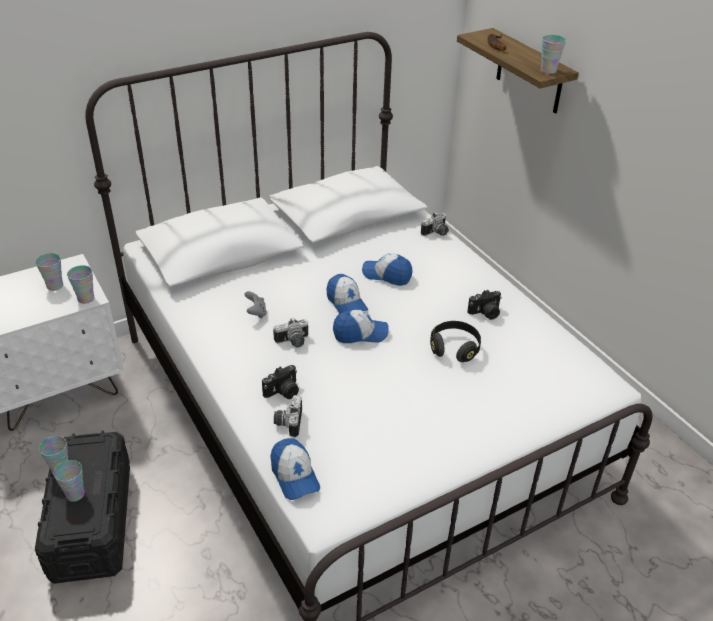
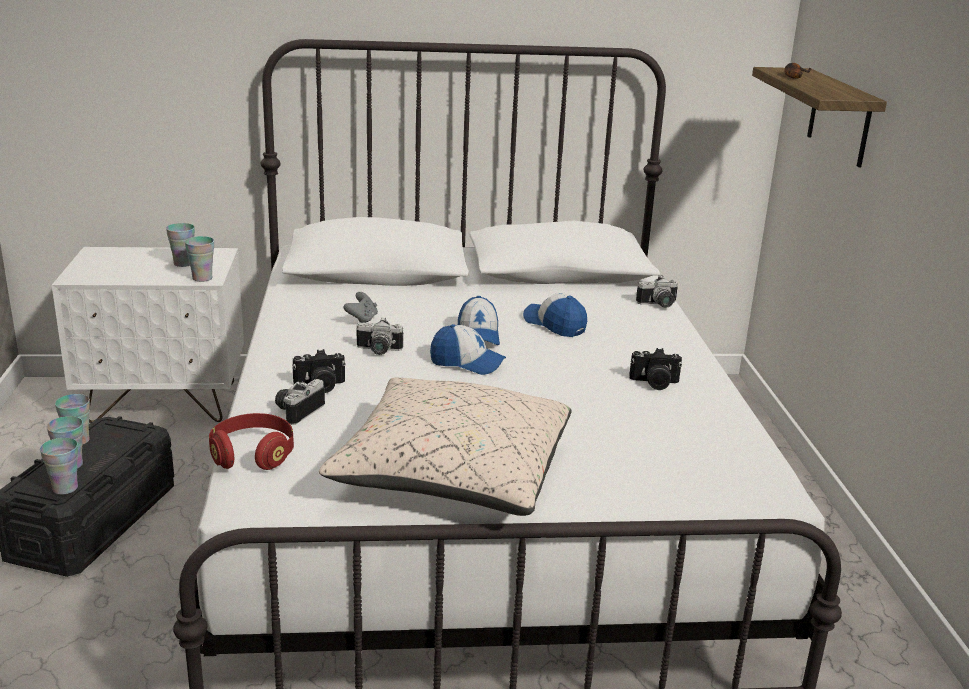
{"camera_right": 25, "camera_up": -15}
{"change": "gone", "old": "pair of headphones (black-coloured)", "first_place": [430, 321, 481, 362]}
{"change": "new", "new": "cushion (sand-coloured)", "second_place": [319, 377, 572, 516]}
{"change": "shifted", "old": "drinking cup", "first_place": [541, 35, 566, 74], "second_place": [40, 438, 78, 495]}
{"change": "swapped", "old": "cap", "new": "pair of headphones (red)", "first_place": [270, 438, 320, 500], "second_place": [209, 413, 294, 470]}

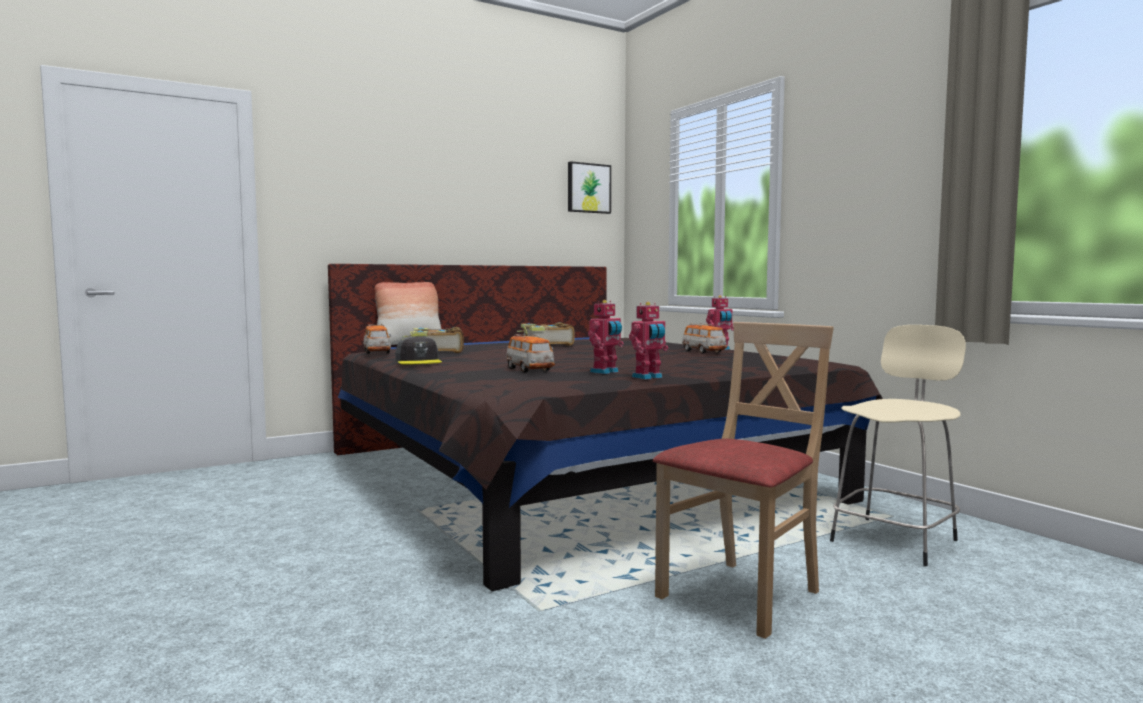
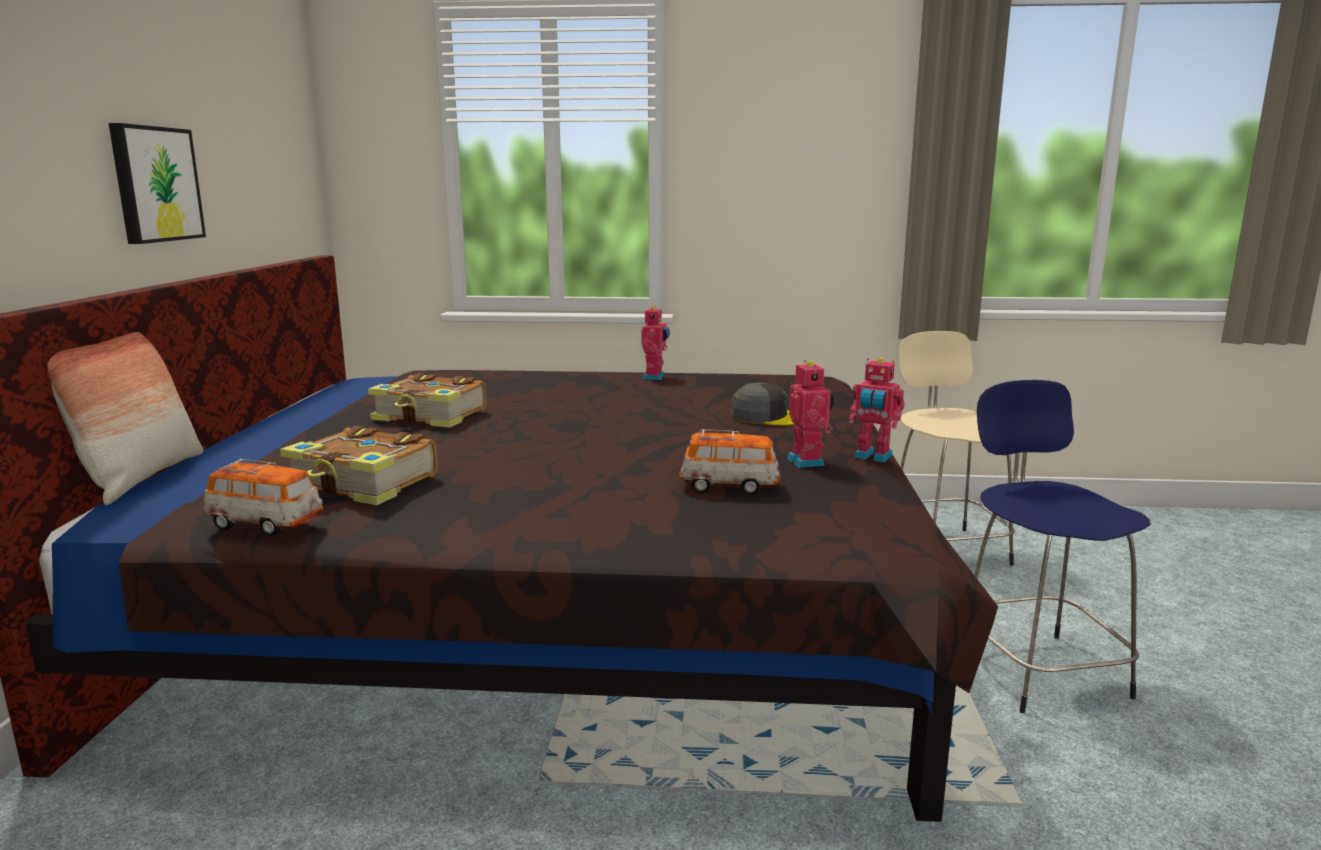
{"camera_right": -55, "camera_up": 10}
{"change": "gone", "old": "miniature car", "first_place": [682, 323, 727, 354]}
{"change": "shifted", "old": "cap (gray)", "first_place": [395, 336, 442, 364], "second_place": [731, 382, 794, 426]}
{"change": "shifted", "old": "picture", "first_place": [568, 161, 611, 214], "second_place": [109, 123, 206, 244]}
{"change": "swapped", "old": "upright chair (sand-coloured)", "new": "stool seat (bluish)", "first_place": [653, 322, 834, 639], "second_place": [974, 380, 1151, 713]}
{"change": "rotated", "old": "model robot", "first_place": [629, 302, 668, 379], "second_place": [849, 358, 905, 462], "degrees": 120}

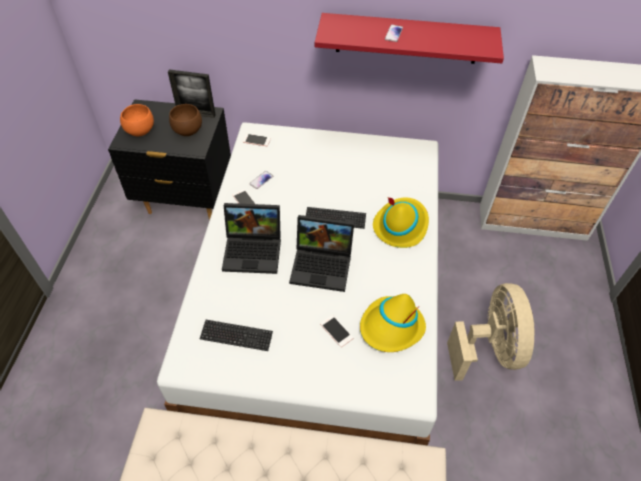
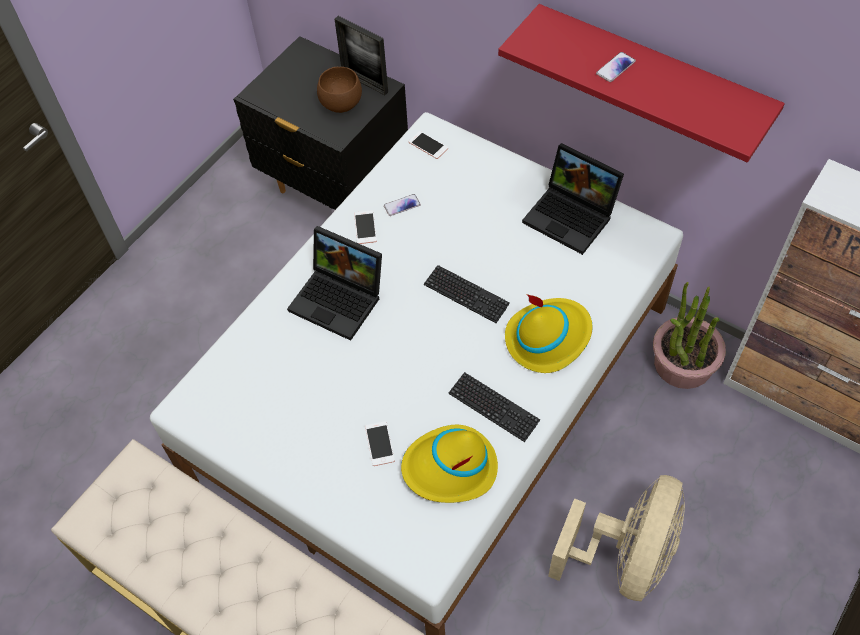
{"camera_right": 30, "camera_up": 5}
{"change": "gone", "old": "serving bowl (orange)", "first_place": [120, 104, 154, 136]}
{"change": "new", "new": "plant in a pot", "second_place": [653, 282, 726, 389]}
{"change": "shifted", "old": "keyboard", "first_place": [200, 320, 273, 351], "second_place": [448, 372, 540, 442]}
{"change": "shifted", "old": "notebook computer", "first_place": [289, 215, 354, 292], "second_place": [522, 143, 624, 255]}

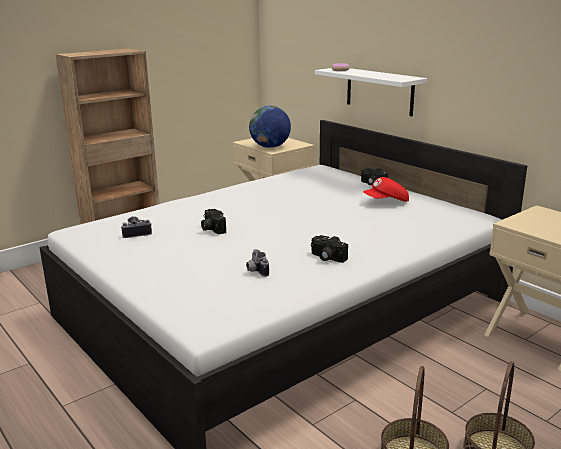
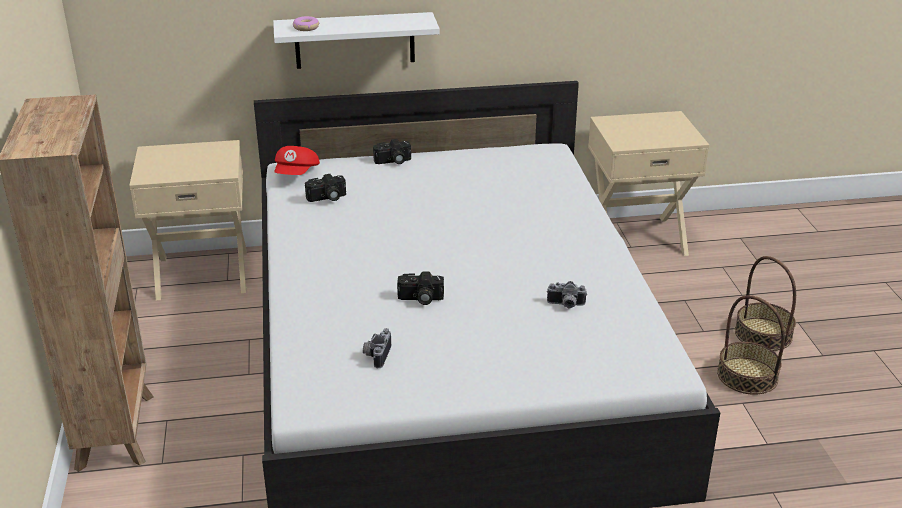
{"camera_right": -60, "camera_up": 10}
{"change": "gone", "old": "world globe", "first_place": [249, 106, 291, 148]}
{"change": "shifted", "old": "still camera", "first_place": [311, 235, 348, 263], "second_place": [305, 174, 346, 202]}
{"change": "shifted", "old": "cap (red)", "first_place": [363, 177, 409, 202], "second_place": [274, 146, 320, 175]}

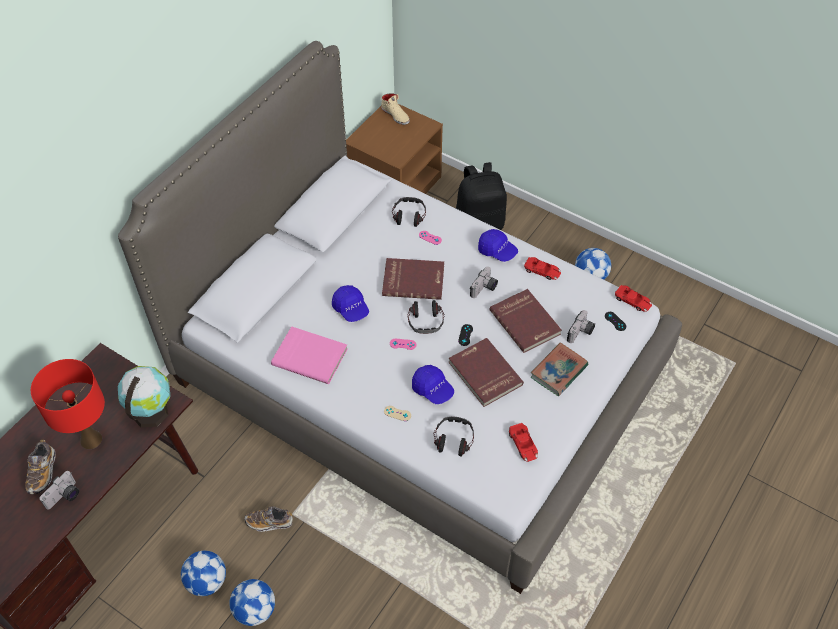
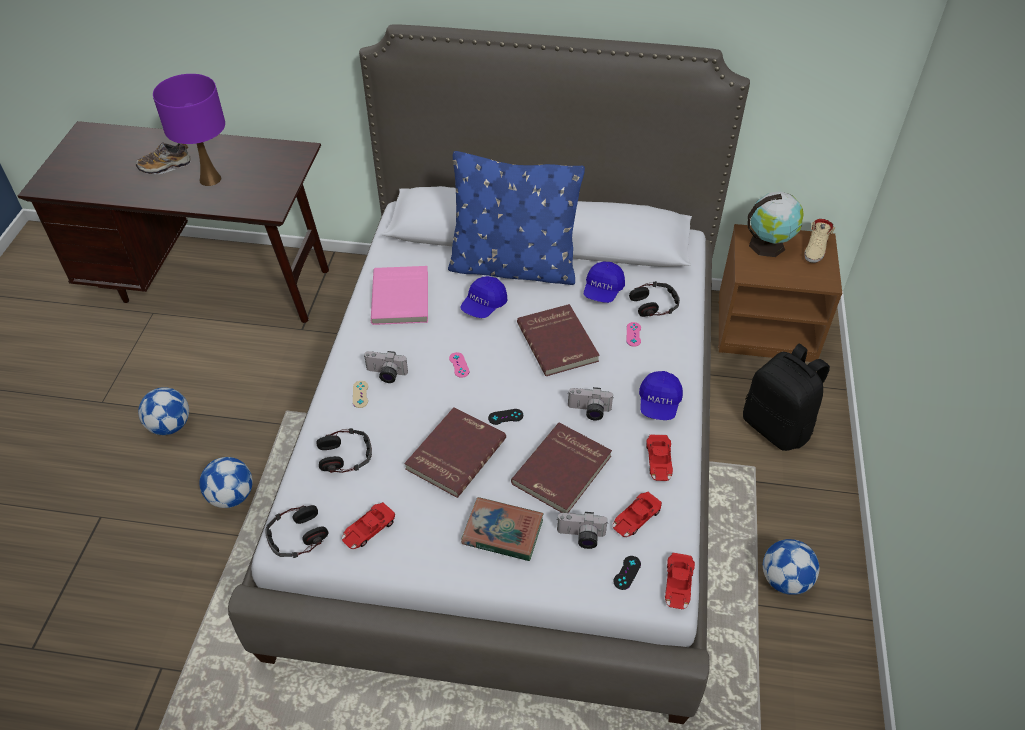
{"camera_right": 65, "camera_up": -5}
{"change": "gone", "old": "shoe", "first_place": [244, 506, 293, 532]}
{"change": "new", "new": "cushion (bluish)", "second_place": [448, 151, 585, 285]}
{"change": "new", "new": "miniature car (red)", "second_place": [613, 492, 662, 537]}
{"change": "shifted", "old": "still camera", "first_place": [39, 471, 79, 509], "second_place": [363, 351, 408, 383]}
{"change": "shifted", "old": "world globe", "first_place": [118, 366, 171, 428], "second_place": [747, 191, 804, 257]}
{"change": "shifted", "old": "ball for football", "first_place": [181, 551, 226, 596], "second_place": [199, 457, 253, 508]}
{"change": "shifted", "old": "pair of headphones", "first_place": [407, 300, 445, 334], "second_place": [265, 505, 328, 558]}
{"change": "shifted", "old": "cap (bluish)", "first_place": [412, 365, 454, 404], "second_place": [584, 261, 625, 303]}
{"change": "repainted", "old": "lamp for a table (red)", "new": "lamp for a table (purple)", "first_place": [31, 359, 105, 449], "second_place": [153, 74, 225, 186]}

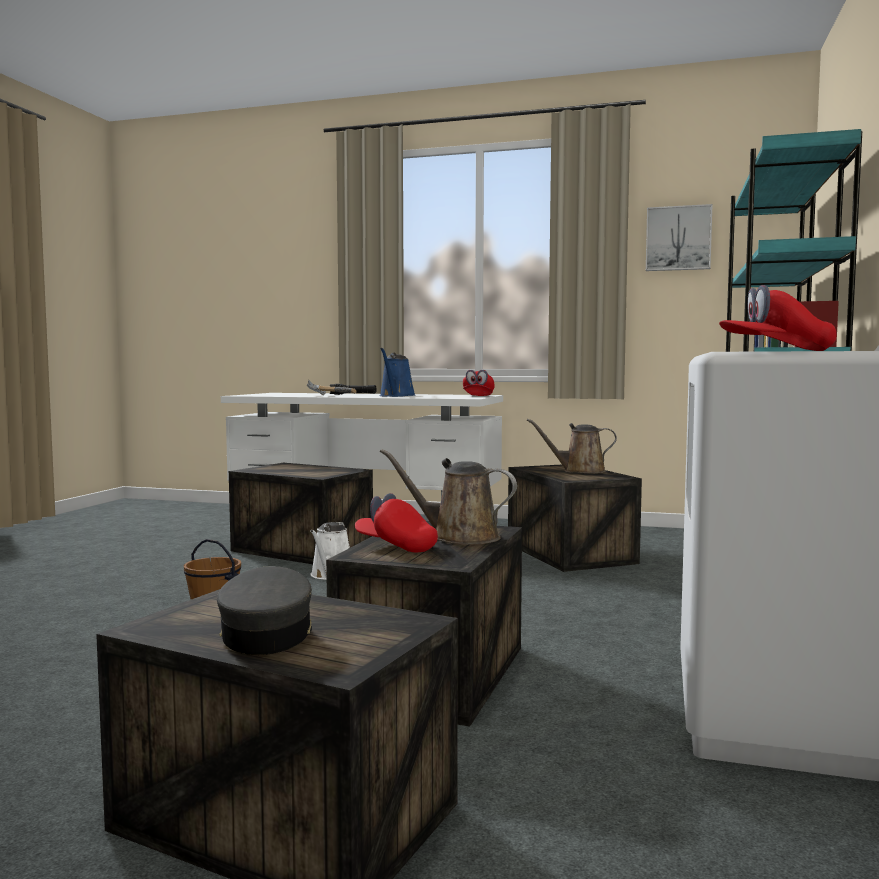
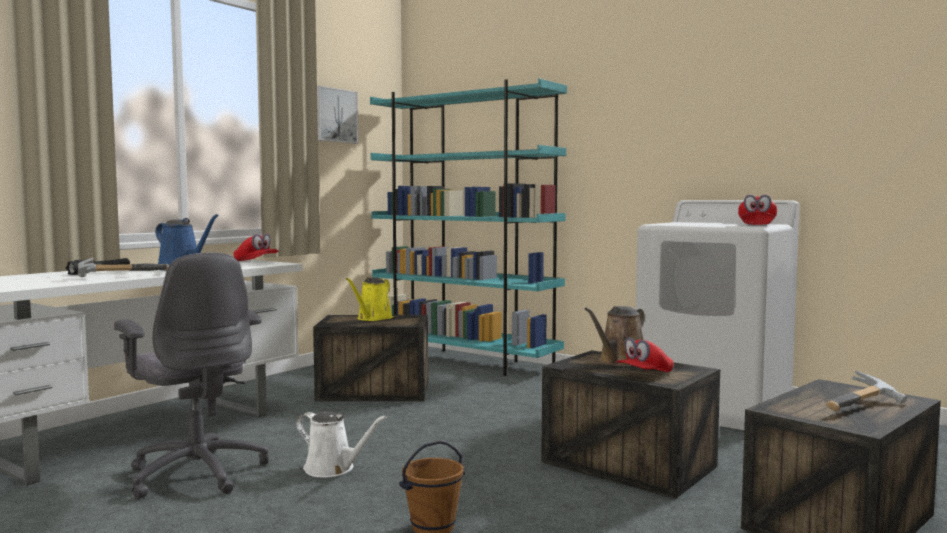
{"camera_right": -70, "camera_up": 0}
{"change": "swapped", "old": "cap (gray)", "new": "hammer", "first_place": [217, 566, 312, 655], "second_place": [826, 371, 907, 411]}
{"change": "swapped", "old": "shipping crate", "new": "computer chair (gray)", "first_place": [229, 463, 373, 564], "second_place": [114, 252, 269, 499]}
{"change": "repainted", "old": "watering pot (brown)", "new": "watering pot (yellow-coloured)", "first_place": [527, 419, 617, 474], "second_place": [346, 277, 393, 321]}

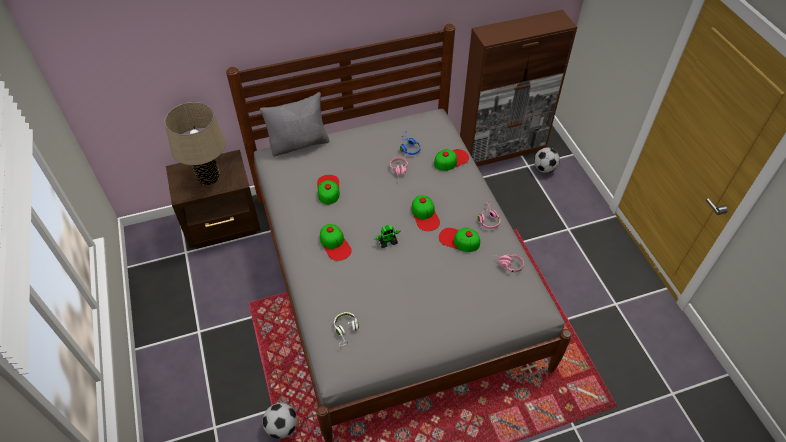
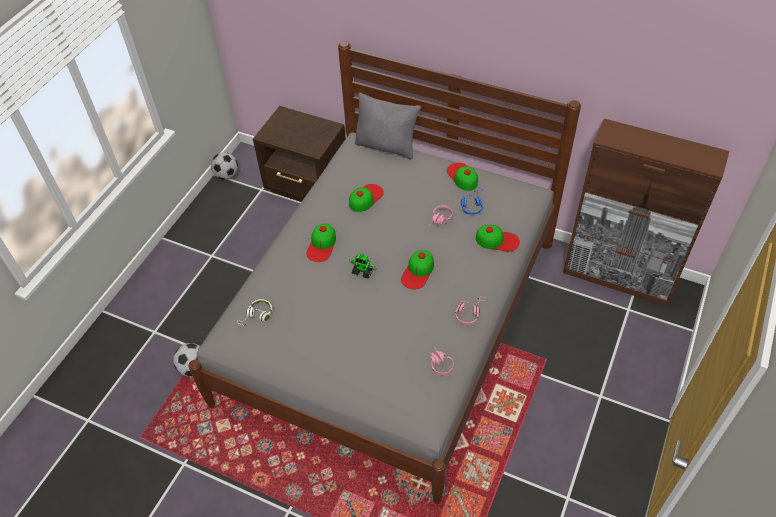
{"camera_right": 45, "camera_up": 0}
{"change": "gone", "old": "lamp for a table (sand-coloured)", "first_place": [165, 102, 226, 186]}
{"change": "shifted", "old": "cap", "first_place": [439, 228, 480, 252], "second_place": [447, 163, 478, 191]}
{"change": "shifted", "old": "ball for football", "first_place": [534, 147, 560, 173], "second_place": [211, 152, 238, 179]}

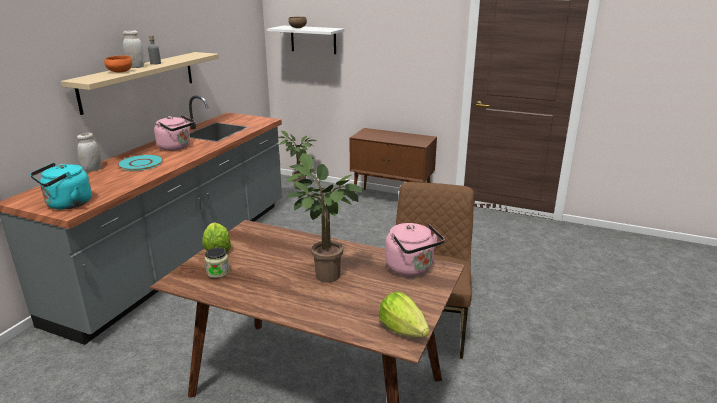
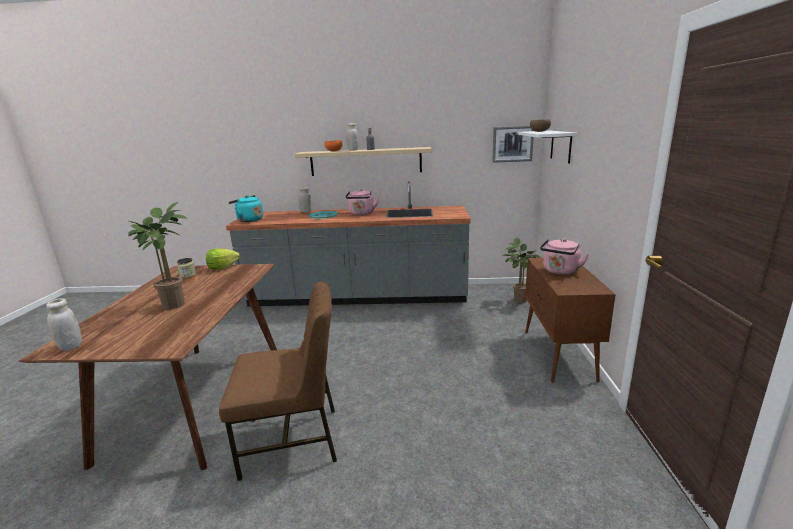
{"camera_right": 70, "camera_up": -5}
{"change": "new", "new": "picture", "second_place": [492, 126, 534, 163]}
{"change": "shifted", "old": "water kettle (pink)", "first_place": [385, 223, 444, 276], "second_place": [540, 238, 589, 275]}
{"change": "swapped", "old": "lettuce head", "new": "preserve jar (white)", "first_place": [379, 292, 430, 337], "second_place": [46, 298, 82, 351]}

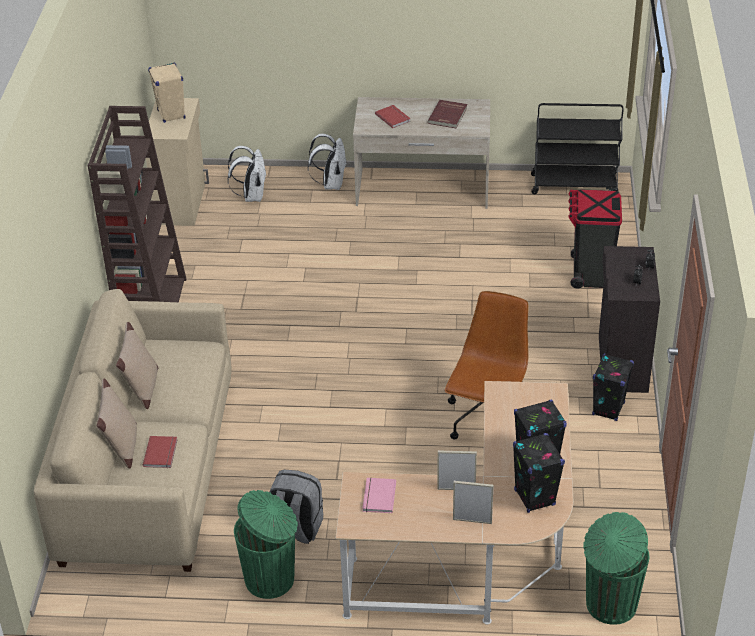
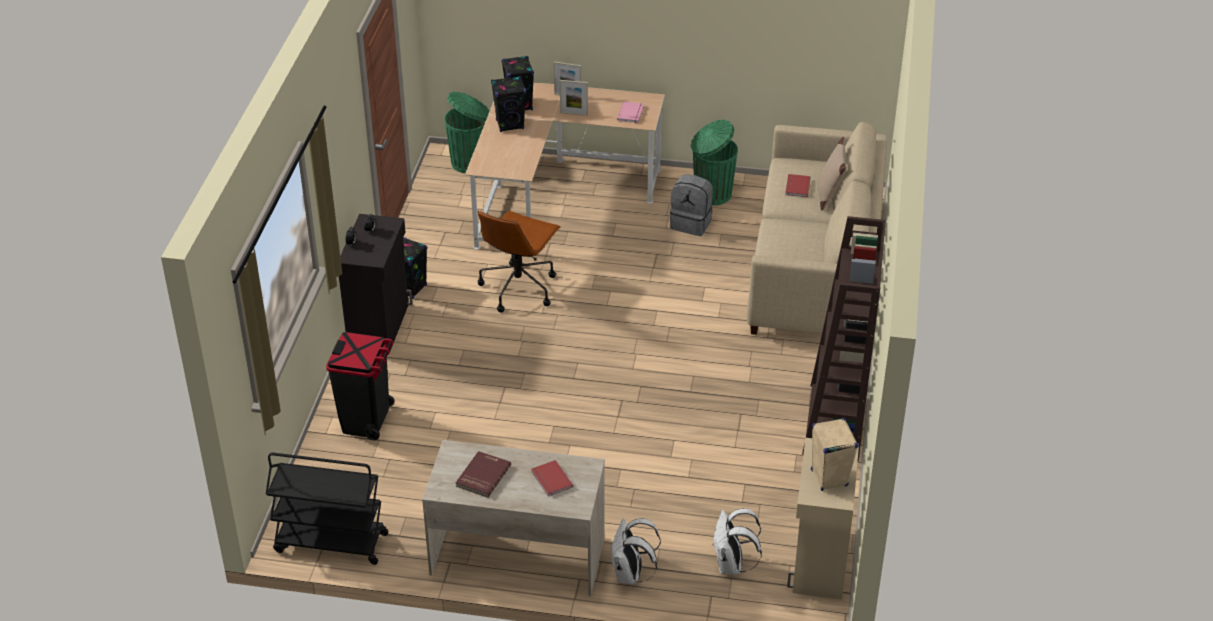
{"camera_right": -175, "camera_up": 0}
{"change": "gone", "old": "cushion (sand-coloured)", "first_place": [116, 322, 159, 409]}

